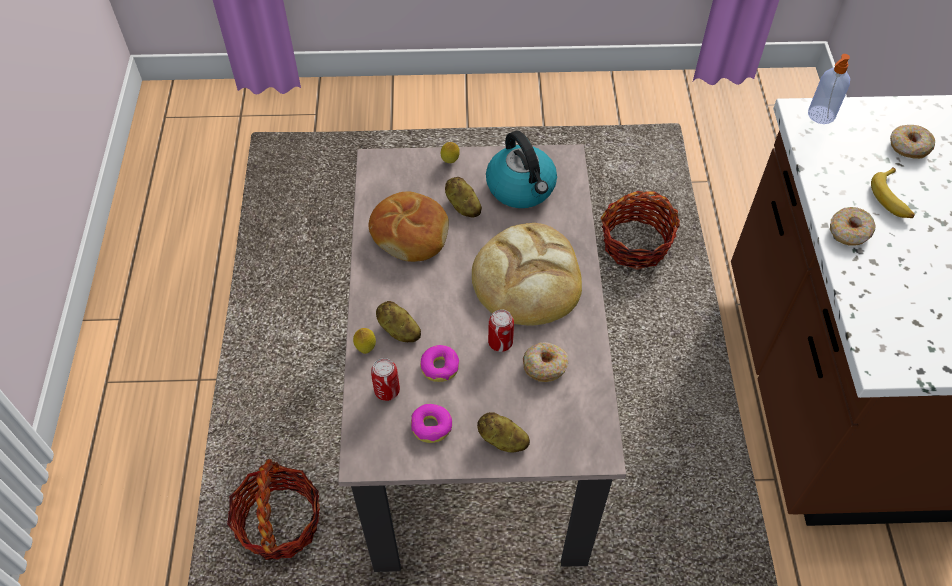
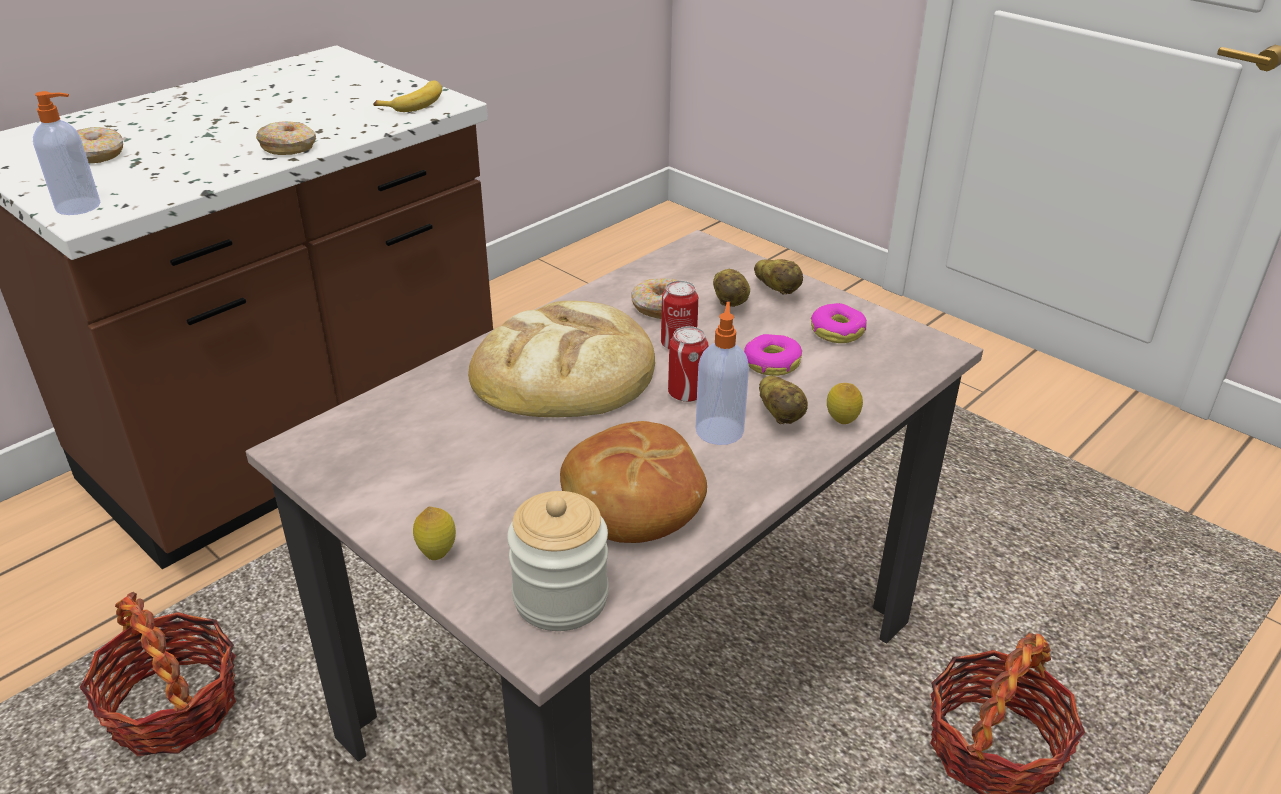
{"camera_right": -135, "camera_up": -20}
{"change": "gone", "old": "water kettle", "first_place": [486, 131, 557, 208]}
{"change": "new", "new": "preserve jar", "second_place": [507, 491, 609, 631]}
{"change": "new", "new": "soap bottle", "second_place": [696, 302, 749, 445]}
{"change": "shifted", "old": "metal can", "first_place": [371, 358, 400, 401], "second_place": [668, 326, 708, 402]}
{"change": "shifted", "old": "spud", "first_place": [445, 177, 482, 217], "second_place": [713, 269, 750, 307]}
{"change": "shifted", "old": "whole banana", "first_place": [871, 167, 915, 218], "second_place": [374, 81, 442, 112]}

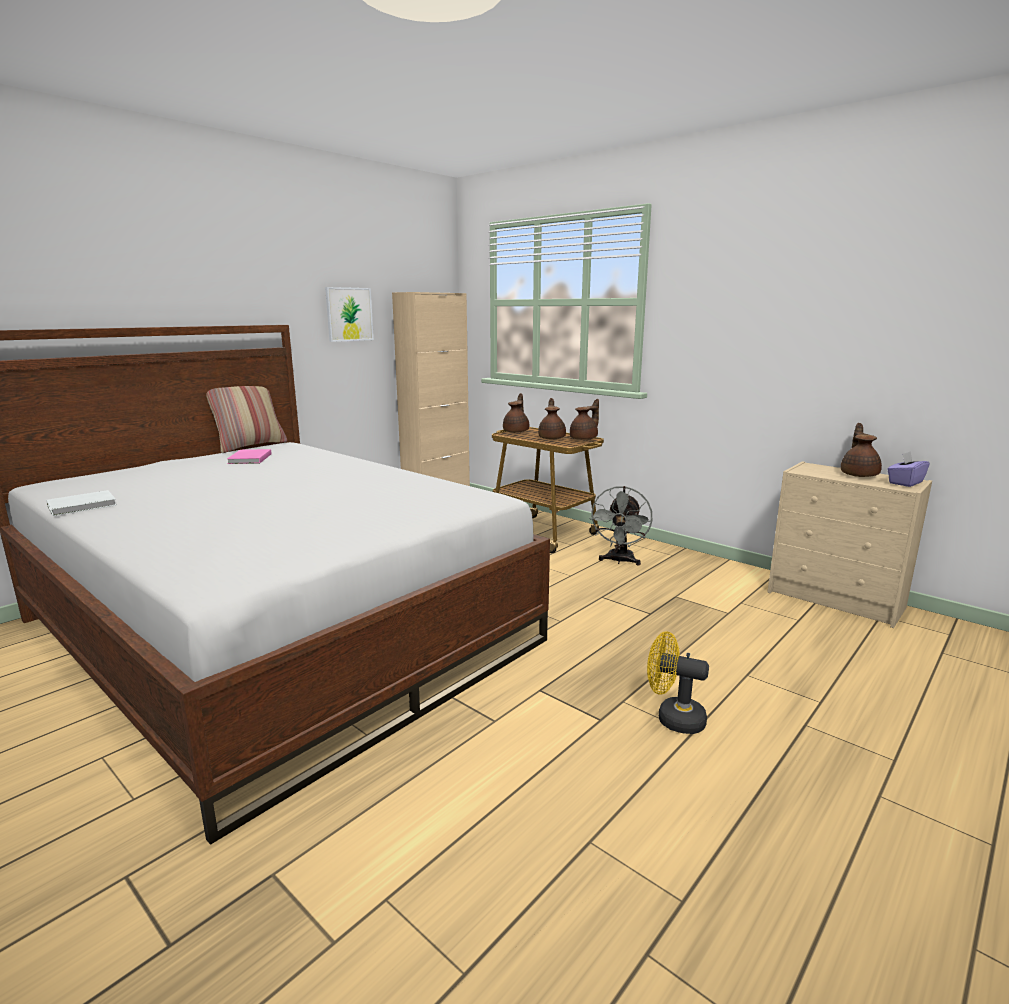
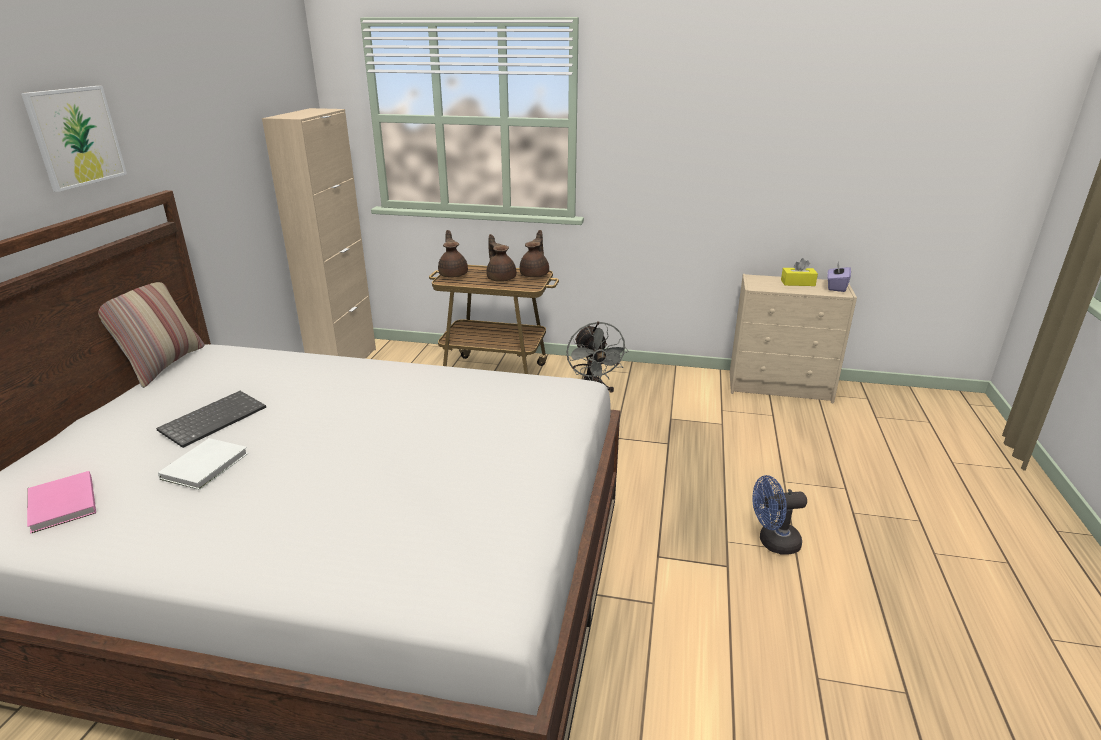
{"camera_right": -30, "camera_up": 10}
{"change": "new", "new": "keyboard", "second_place": [156, 391, 266, 448]}
{"change": "shifted", "old": "book (white)", "first_place": [46, 490, 117, 516], "second_place": [158, 438, 248, 490]}
{"change": "shifted", "old": "book (pink)", "first_place": [227, 449, 272, 464], "second_place": [27, 471, 96, 533]}
{"change": "shifted", "old": "picture", "first_place": [325, 287, 374, 342], "second_place": [21, 86, 127, 192]}
{"change": "swapped", "old": "pot for tea (brown)", "new": "tissue box (yellow-coloured)", "first_place": [841, 423, 882, 477], "second_place": [781, 258, 818, 286]}
{"change": "repainted", "old": "cooling fan (yellow-coloured)", "new": "cooling fan (bluish)", "first_place": [647, 632, 709, 734], "second_place": [752, 475, 807, 554]}

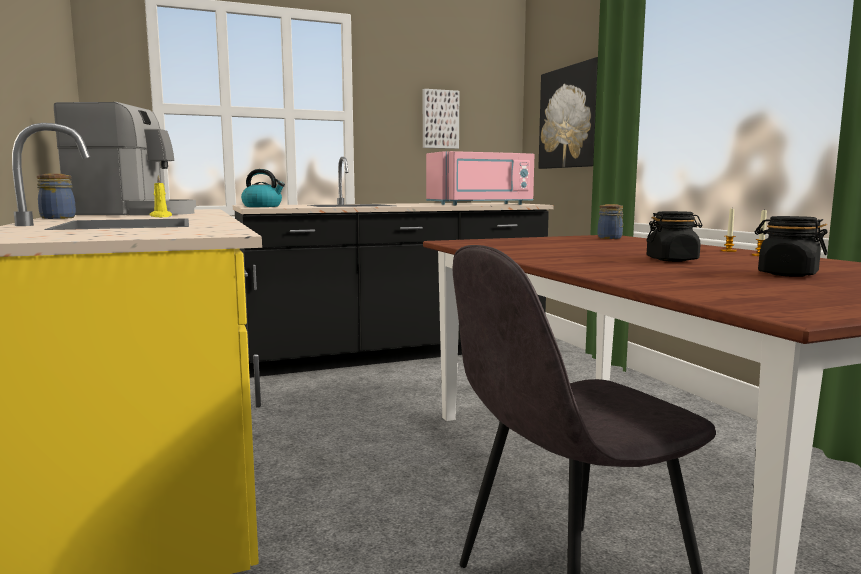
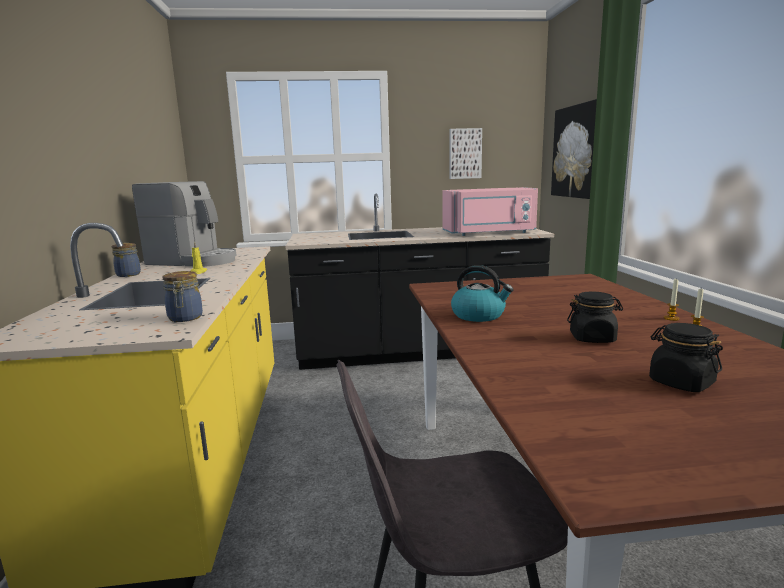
{"camera_right": 15, "camera_up": 5}
{"change": "shifted", "old": "water kettle", "first_place": [241, 169, 285, 207], "second_place": [451, 265, 514, 322]}
{"change": "shifted", "old": "preserve jar", "first_place": [598, 204, 623, 239], "second_place": [163, 271, 203, 322]}

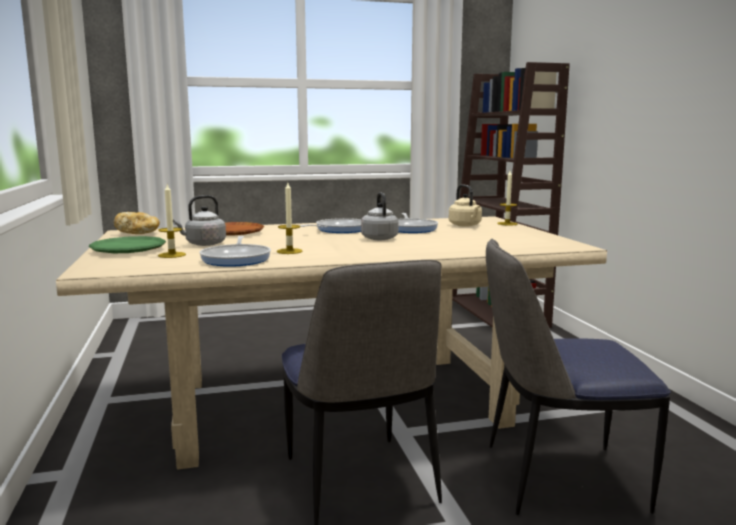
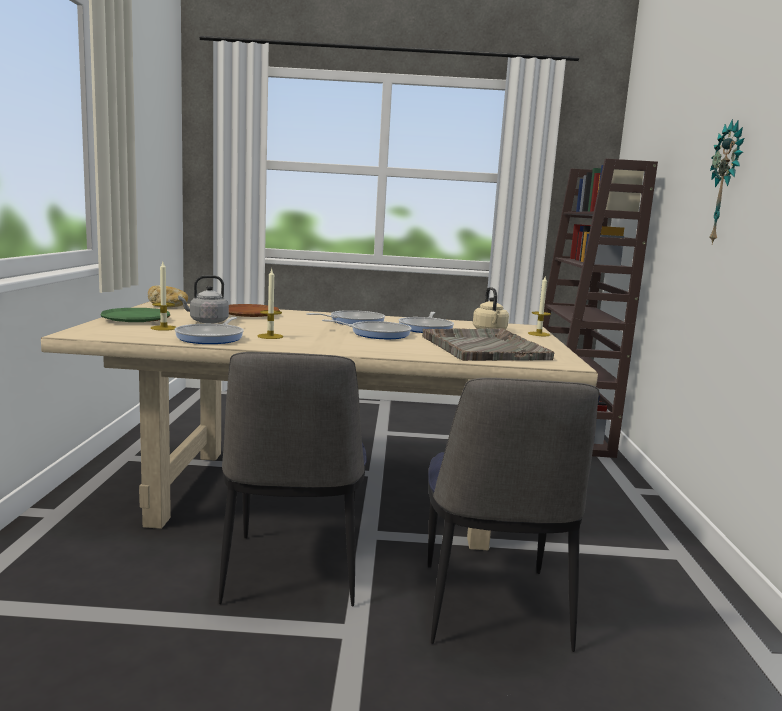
{"camera_right": 15, "camera_up": 0}
{"change": "new", "new": "tray (gray)", "second_place": [422, 328, 554, 361]}
{"change": "new", "new": "wall clock", "second_place": [709, 119, 744, 244]}
{"change": "swapped", "old": "water kettle (gray)", "new": "pan", "first_place": [361, 192, 398, 240], "second_place": [322, 319, 411, 339]}
{"change": "rotated", "old": "upright chair", "first_place": [486, 239, 671, 515], "second_place": [428, 378, 599, 652], "degrees": -105}

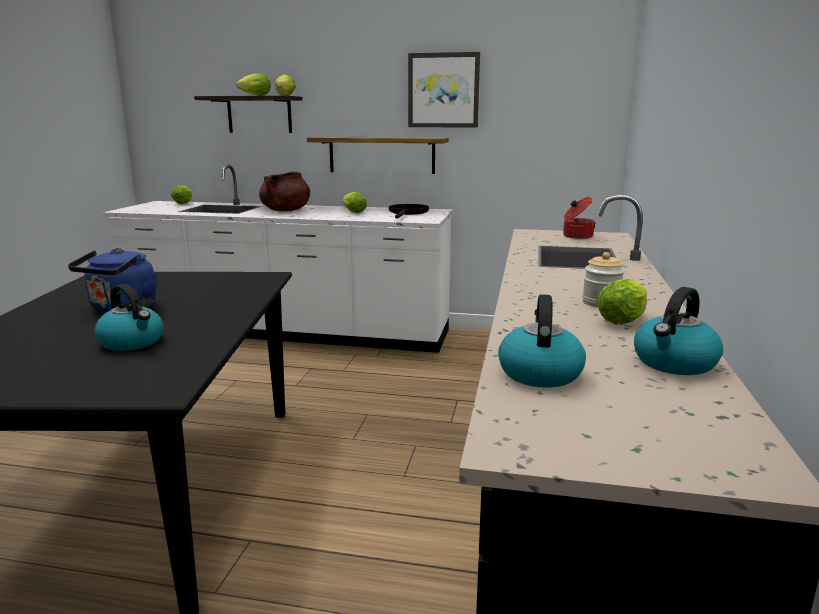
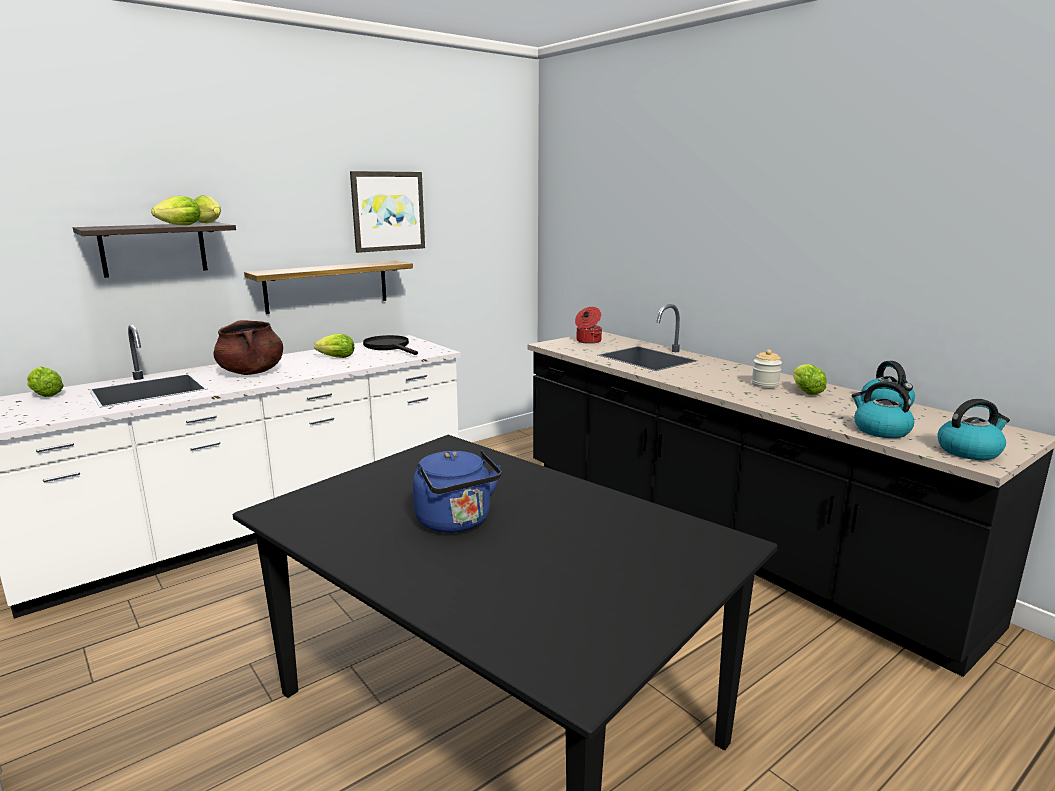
{"camera_right": -50, "camera_up": 0}
{"change": "shifted", "old": "water kettle", "first_place": [95, 284, 163, 351], "second_place": [938, 399, 1010, 460]}

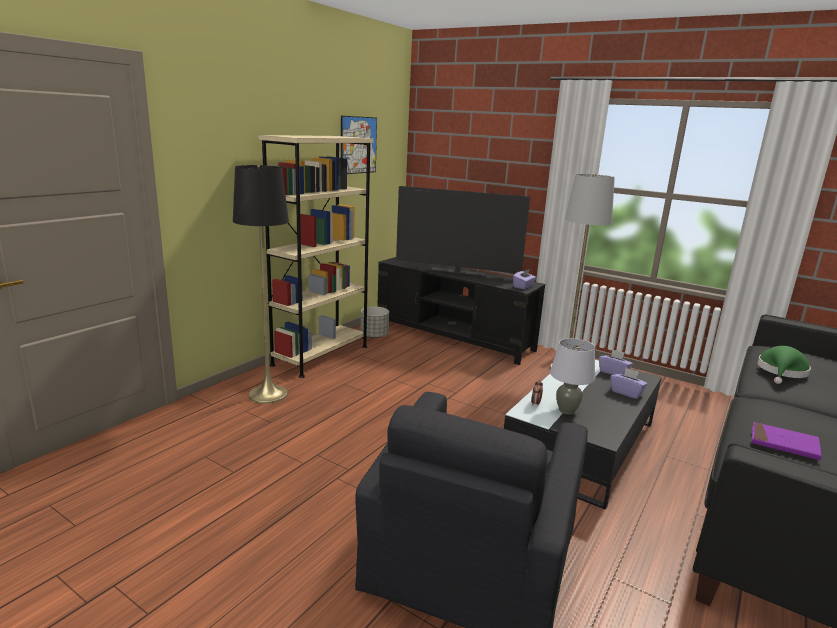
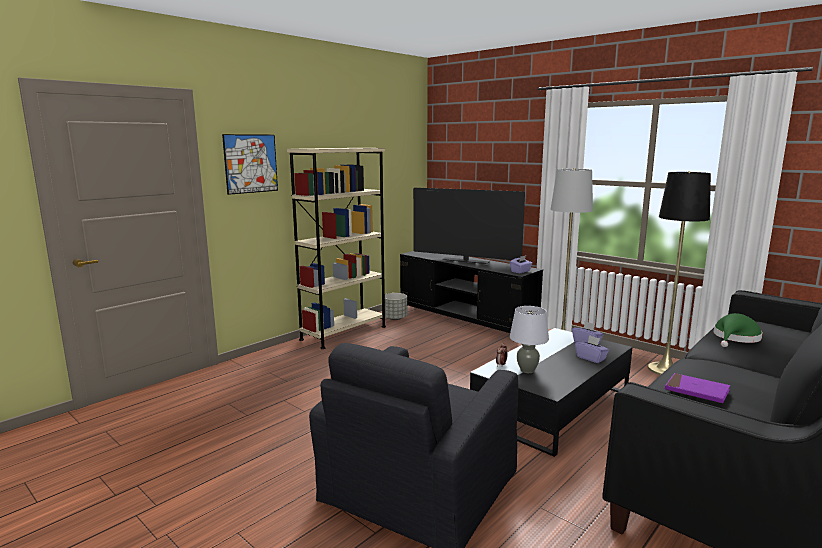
{"camera_right": 10, "camera_up": -5}
{"change": "shifted", "old": "standard lamp (black-coloured)", "first_place": [233, 165, 289, 404], "second_place": [648, 171, 711, 375]}
{"change": "shifted", "old": "picture", "first_place": [341, 116, 377, 174], "second_place": [222, 134, 278, 195]}

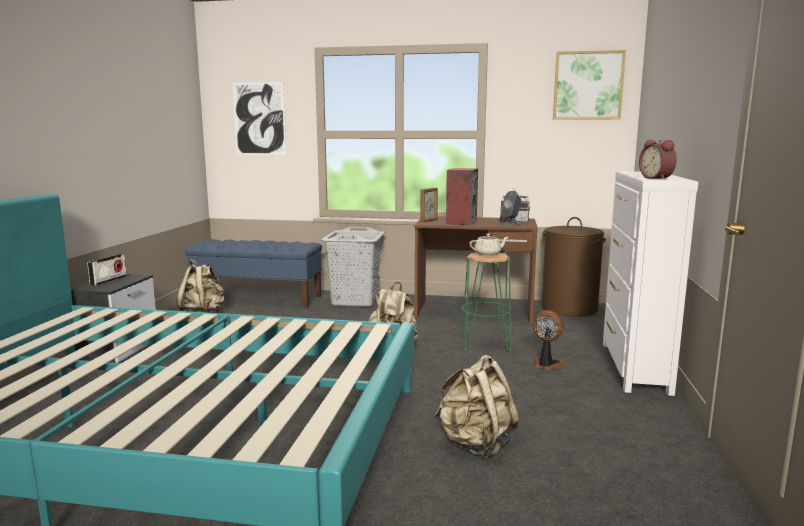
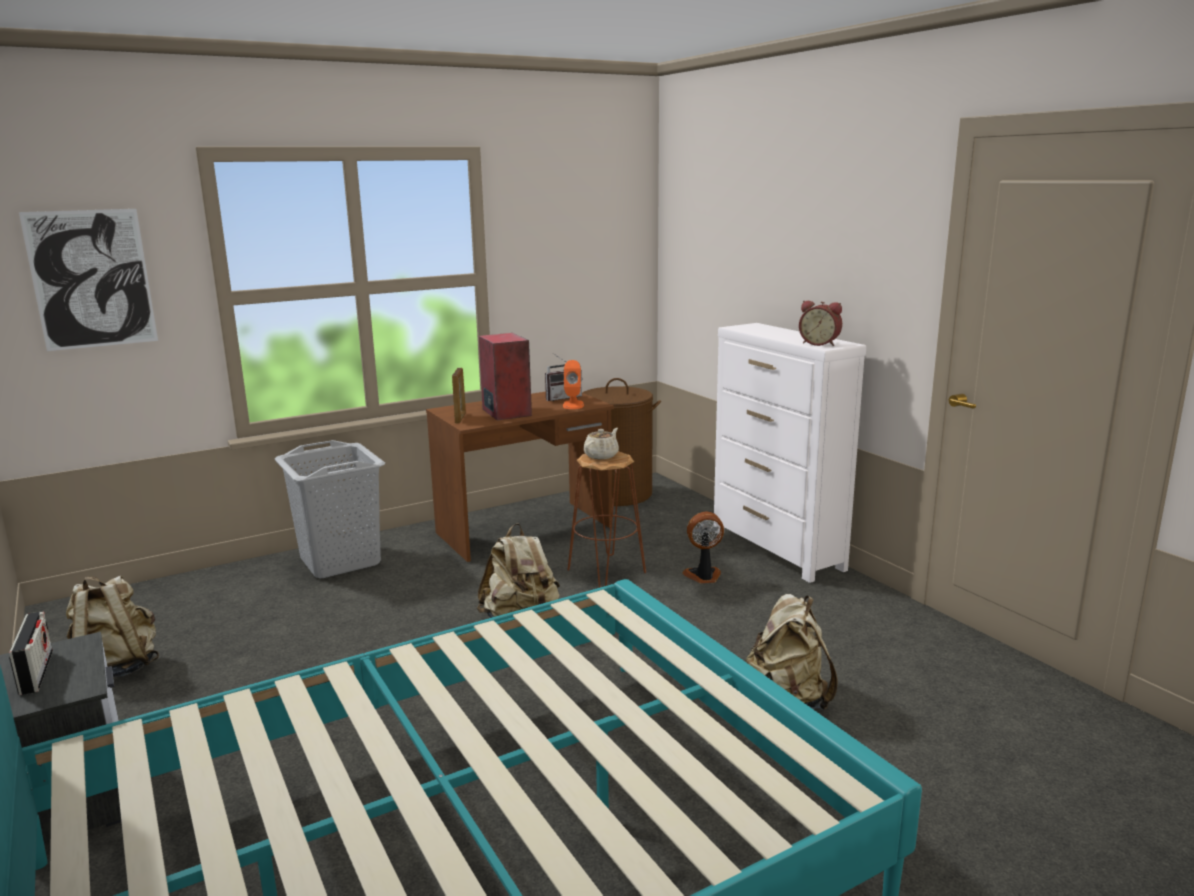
{"camera_right": -40, "camera_up": 5}
{"change": "gone", "old": "indoor bench (bluish)", "first_place": [185, 239, 322, 308]}
{"change": "gone", "old": "picture", "first_place": [553, 50, 626, 120]}
{"change": "repainted", "old": "stool seat (green)", "new": "stool seat (brown)", "first_place": [462, 252, 511, 352], "second_place": [567, 451, 646, 588]}
{"change": "repainted", "old": "audio speaker (gray)", "new": "audio speaker (orange)", "first_place": [501, 191, 521, 227], "second_place": [563, 360, 584, 409]}

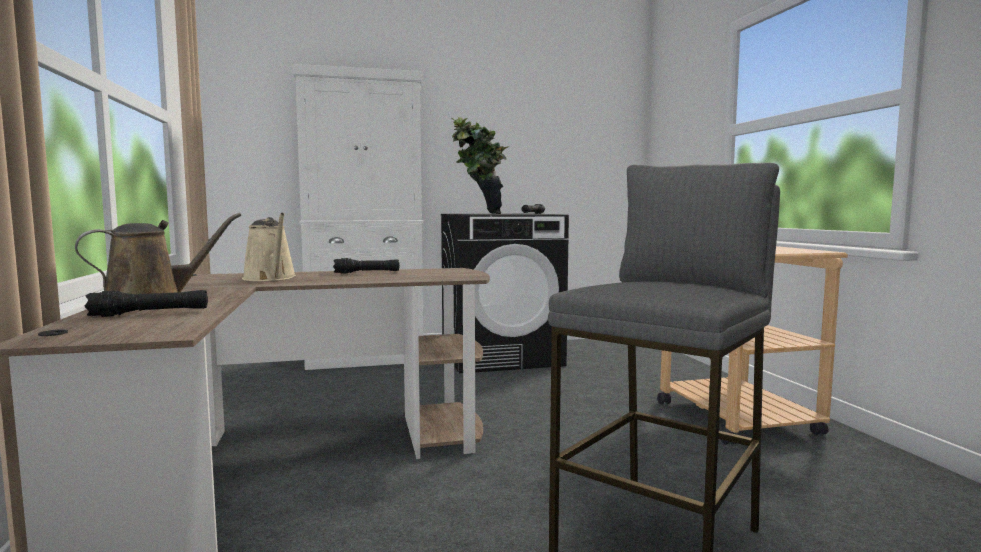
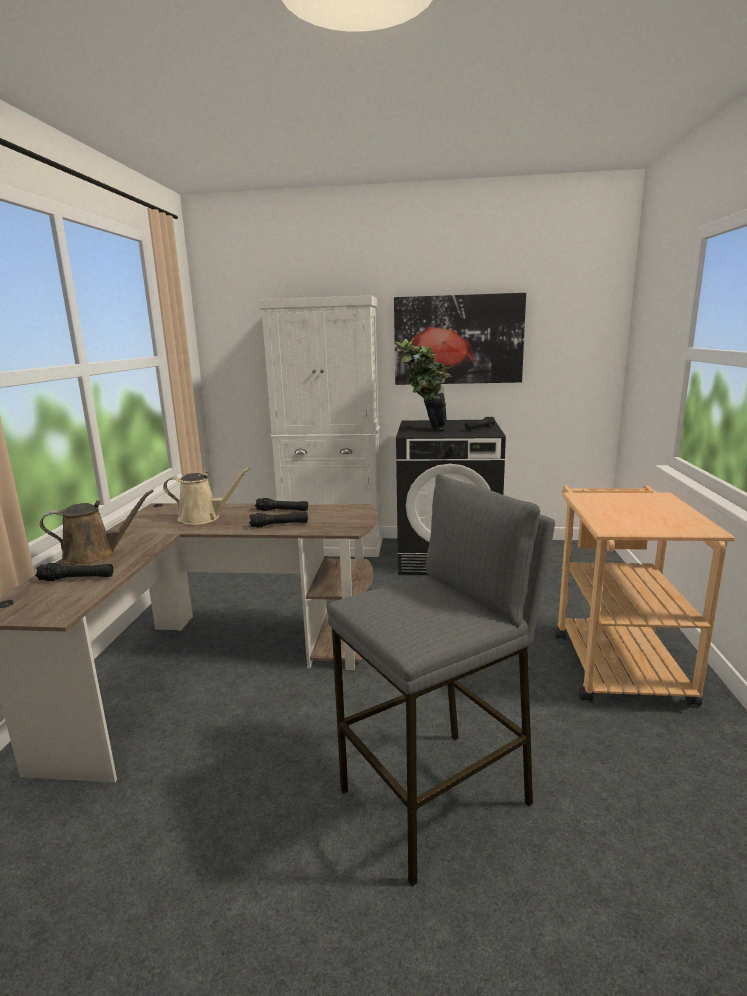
{"camera_right": 20, "camera_up": 10}
{"change": "new", "new": "hand torch (black-coloured)", "second_place": [249, 512, 308, 527]}
{"change": "new", "new": "picture", "second_place": [394, 293, 526, 385]}
{"change": "rotated", "old": "watering pot (sand-coloured)", "first_place": [242, 212, 296, 281], "second_place": [163, 467, 251, 525], "degrees": -75}

